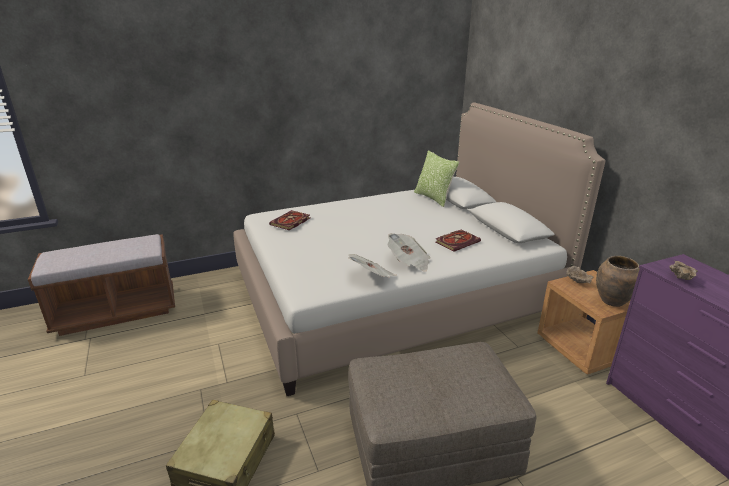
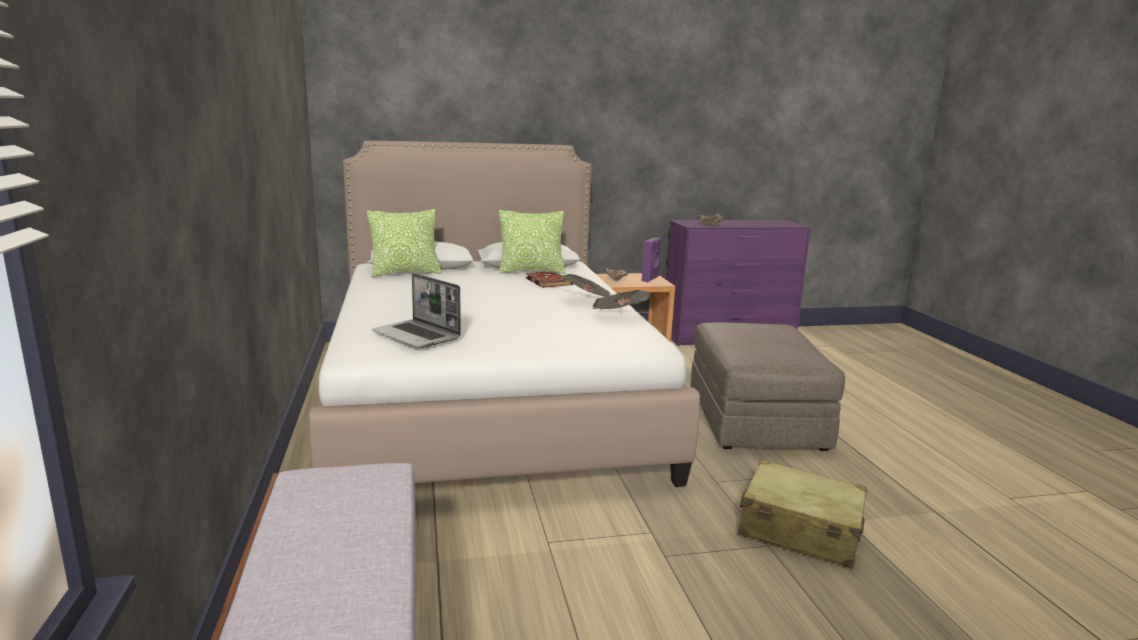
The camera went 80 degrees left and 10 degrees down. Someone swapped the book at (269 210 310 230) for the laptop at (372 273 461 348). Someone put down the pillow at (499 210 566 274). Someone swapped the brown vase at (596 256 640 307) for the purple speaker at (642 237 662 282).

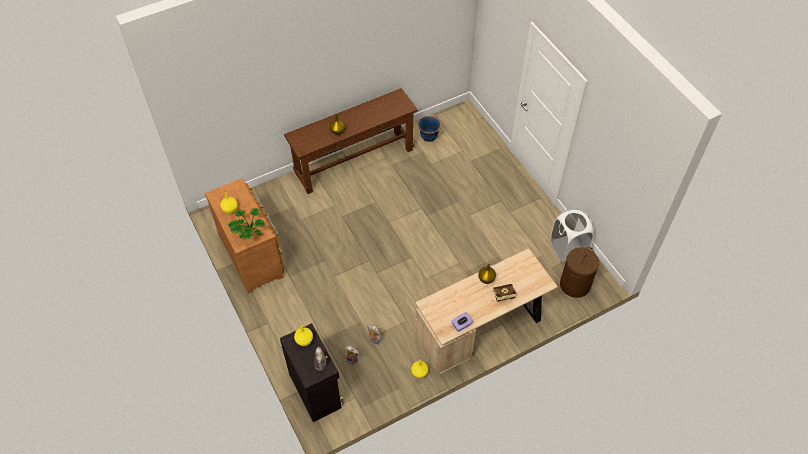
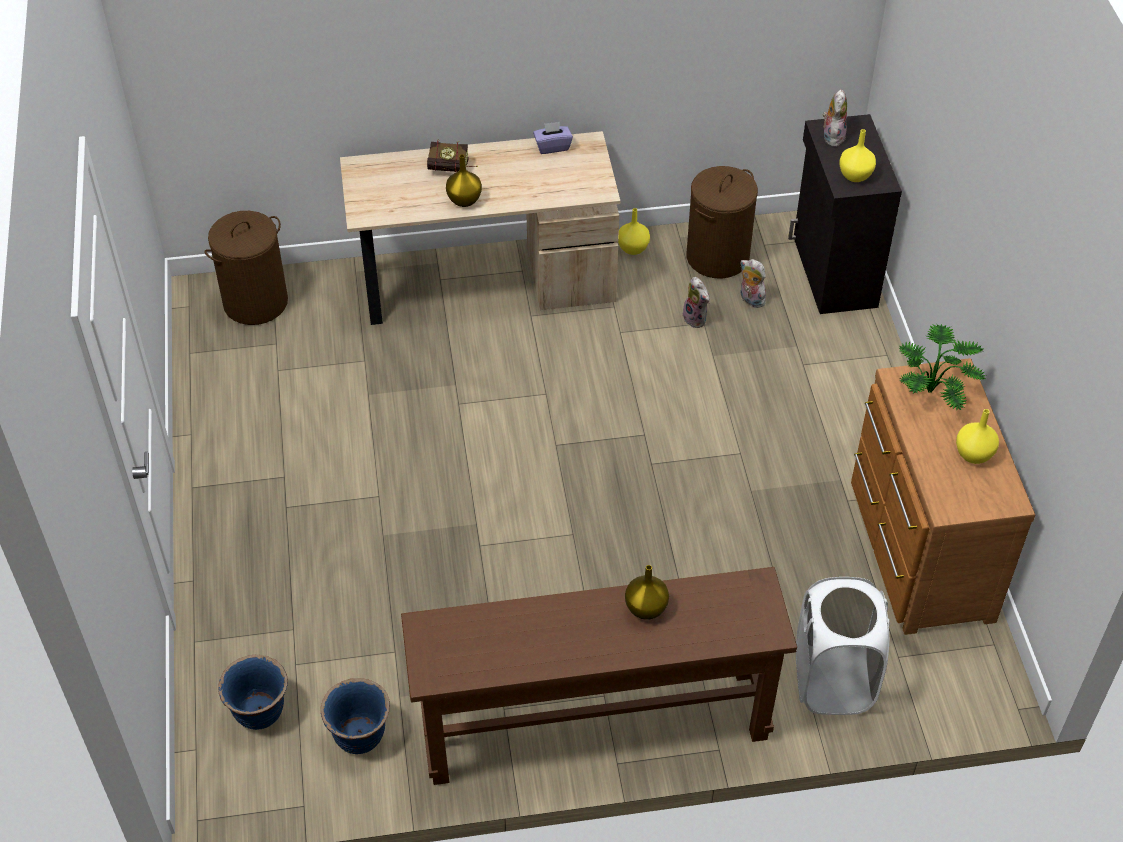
The camera went 160 degrees left and 5 degrees down. Someone put down the blue planter at (218 655 288 730). Someone put down the brown laundry basket at (687 166 758 279). Someone carried the white laundry basket from (550 208 594 263) to (796 577 890 715).

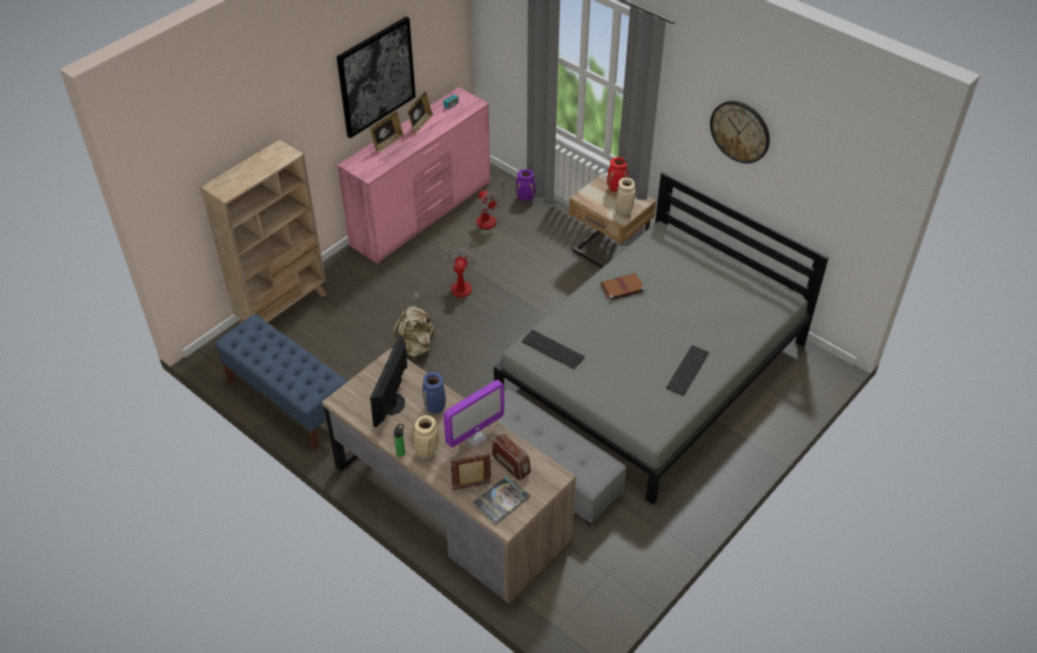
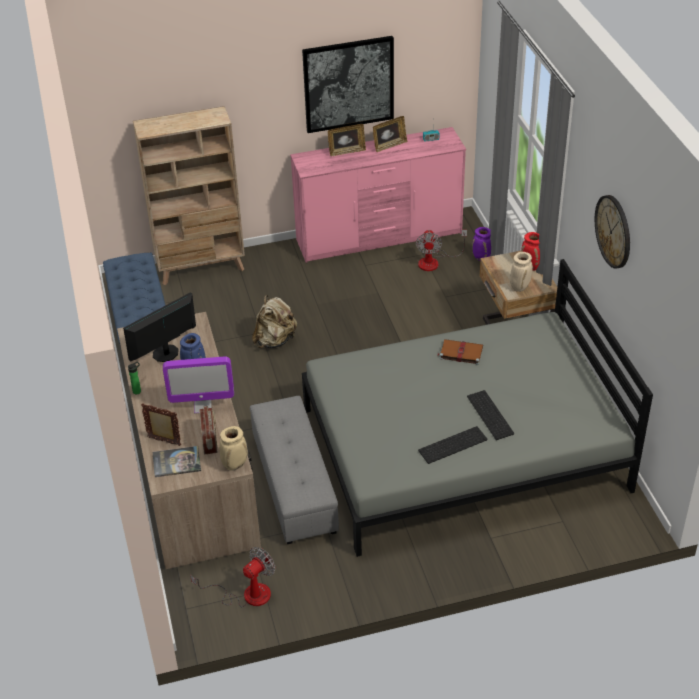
The camera went 35 degrees right and 5 degrees down. Someone carried the fan from (414 249 475 305) to (190 547 275 607). Someone carried the beige vase from (414 415 439 459) to (219 426 248 471). Someone carried the keyboard from (522 330 585 369) to (467 390 514 440).

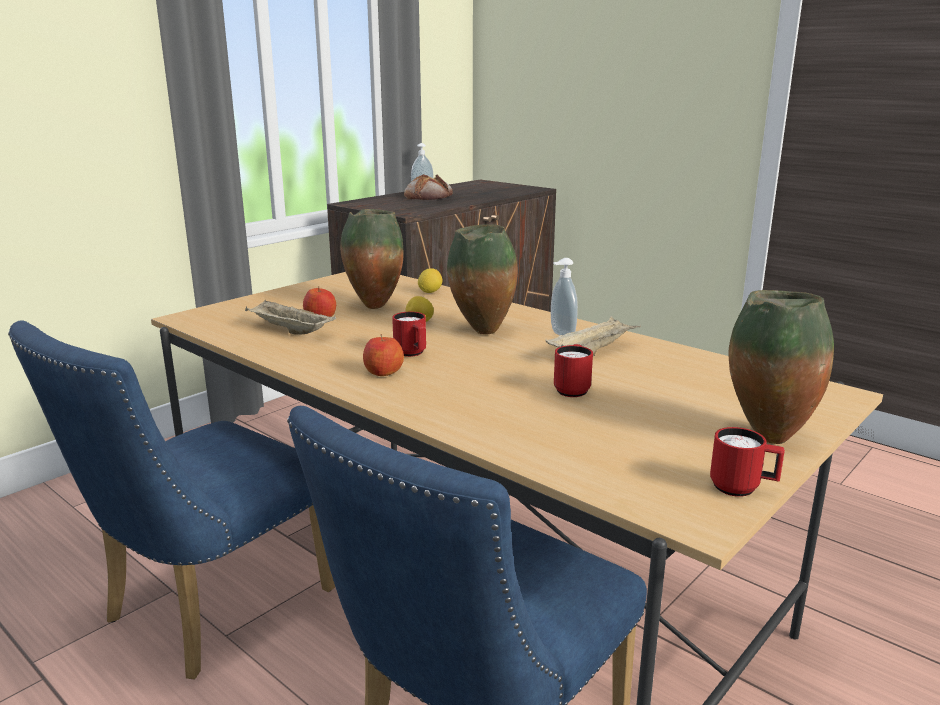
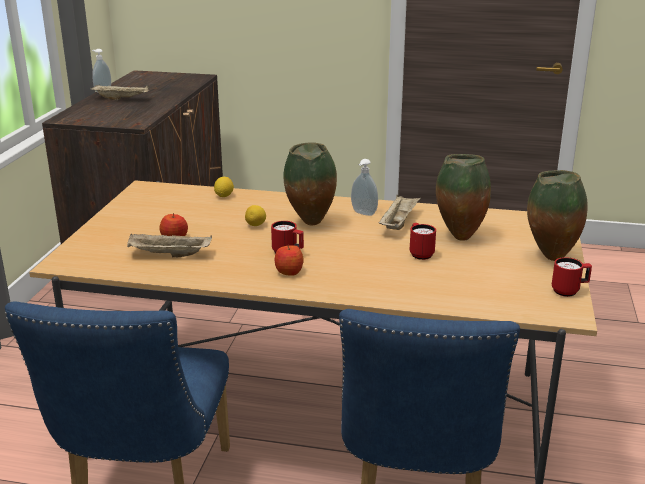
The camera went 30 degrees left and 5 degrees up. Someone swapped the bread at (404 174 453 200) for the beige tray at (91 85 149 100). Someone carried the vase from (340 209 403 309) to (436 154 491 241).

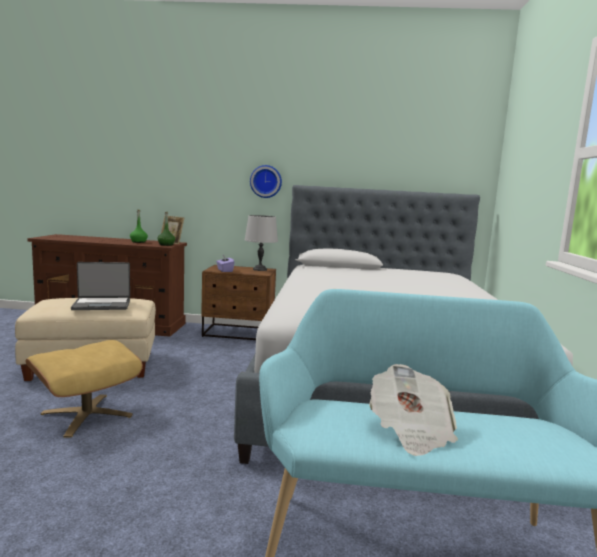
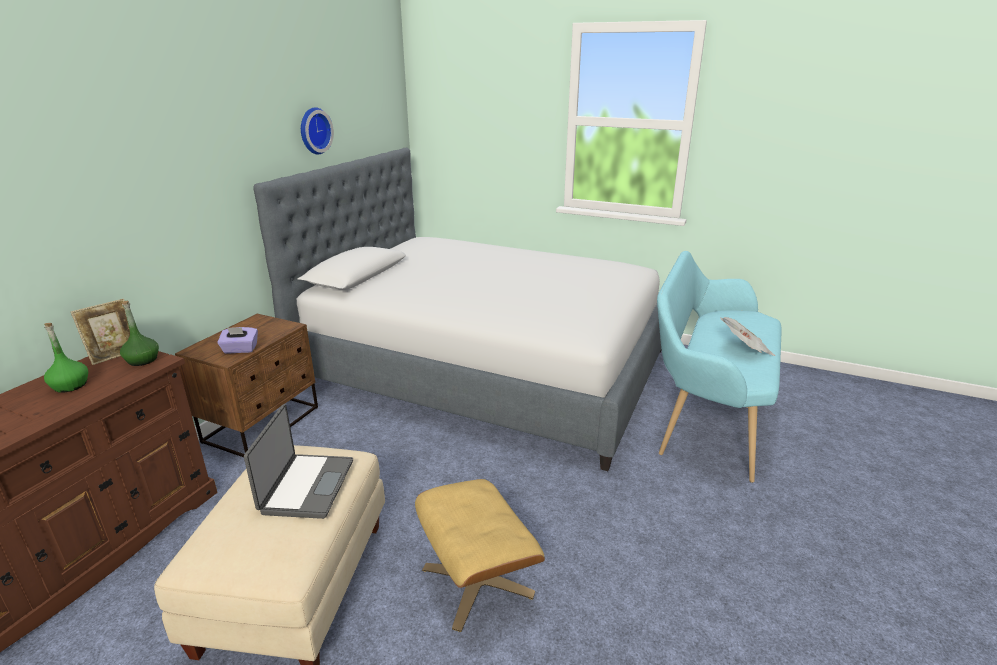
The camera went 70 degrees left and 15 degrees up. Someone carried the wall clock from (250 165 282 198) to (301 107 334 154). Someone took away the grey table lamp at (245 215 278 271).

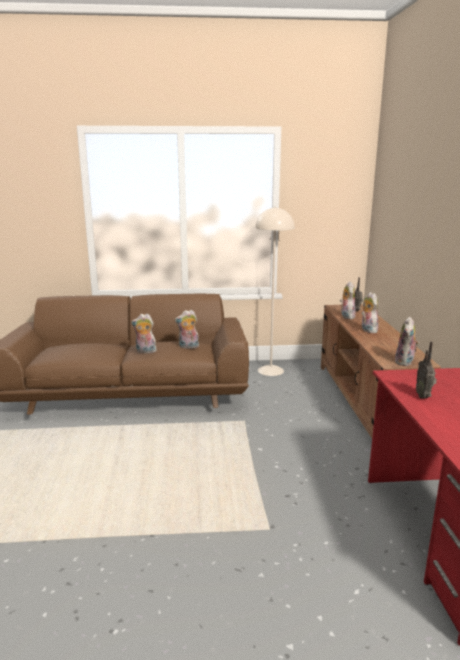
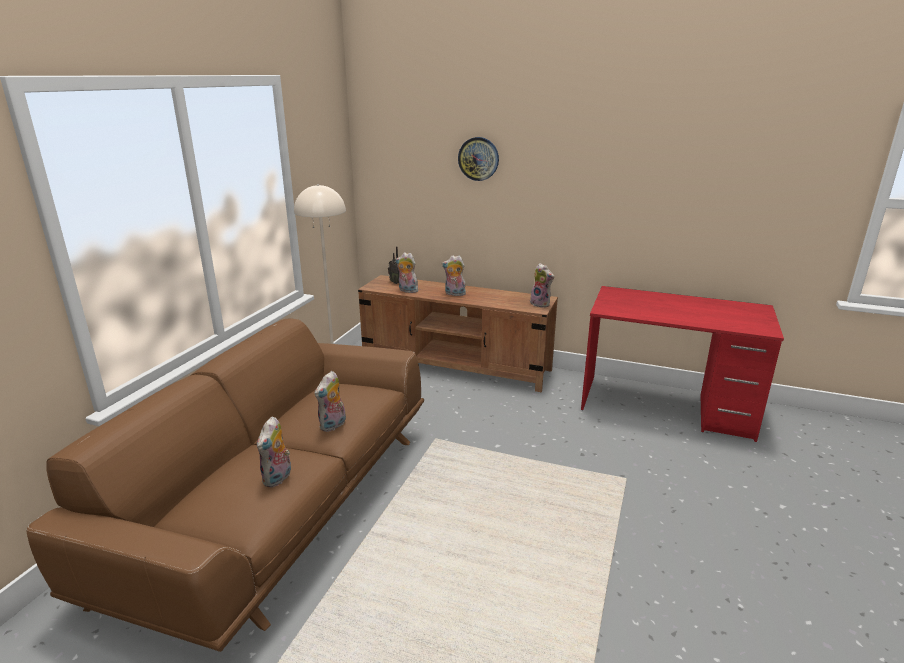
The camera went 65 degrees left and 5 degrees up. Someone carried the plush toy from (175 310 199 349) to (257 417 292 488). Someone put up the wall clock at (458 137 499 181). Someone took away the radio at (416 342 437 399).

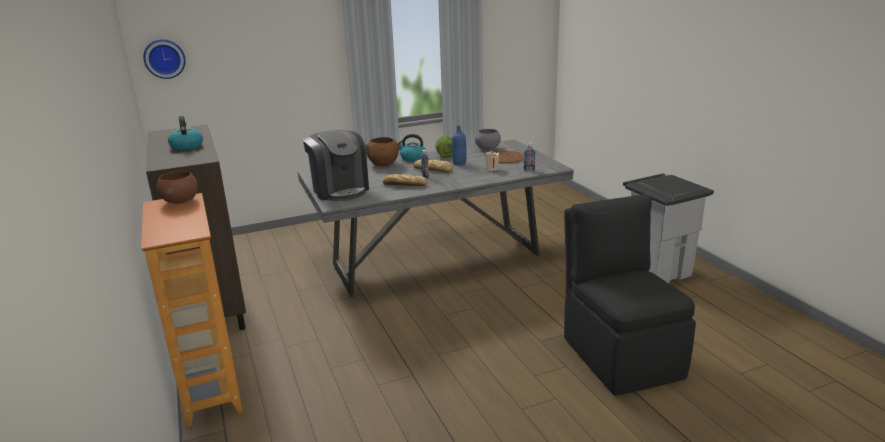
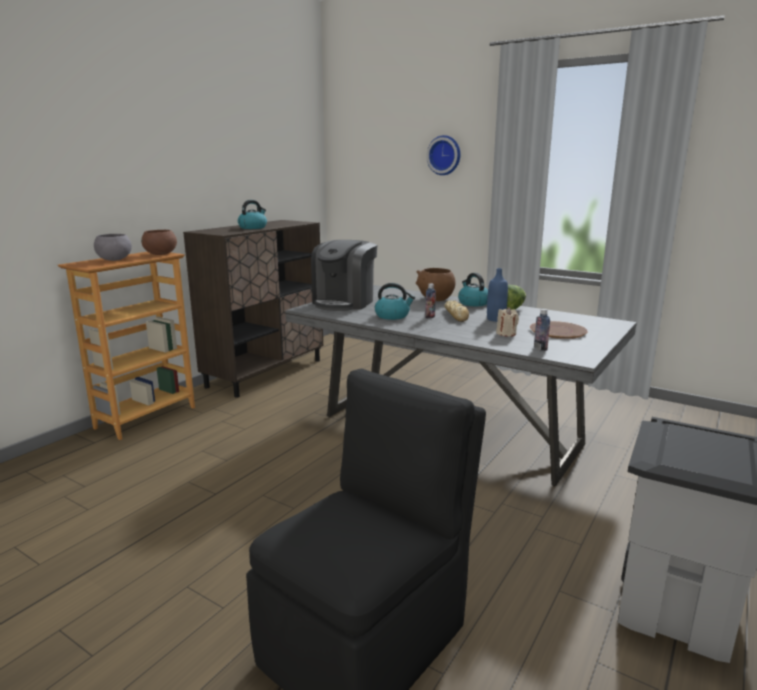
The camera went 55 degrees right and 5 degrees down. Someone carried the grey bowl from (475 129 501 150) to (94 234 132 261). Someone swapped the bread at (383 174 428 186) for the kettle at (375 283 415 320). Someone carried the wall clock from (143 39 186 79) to (426 135 460 175).

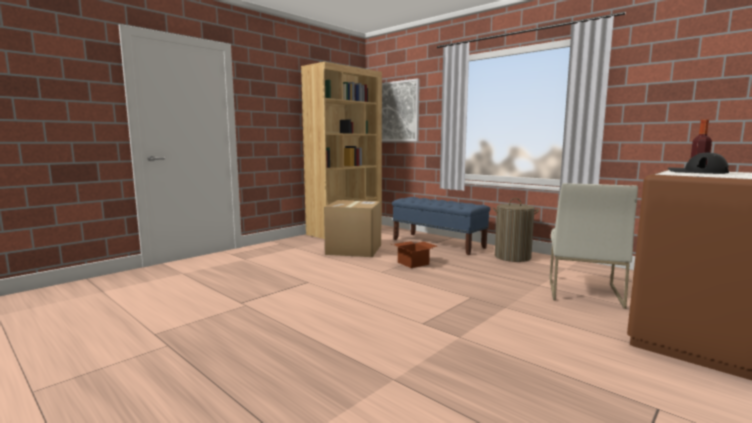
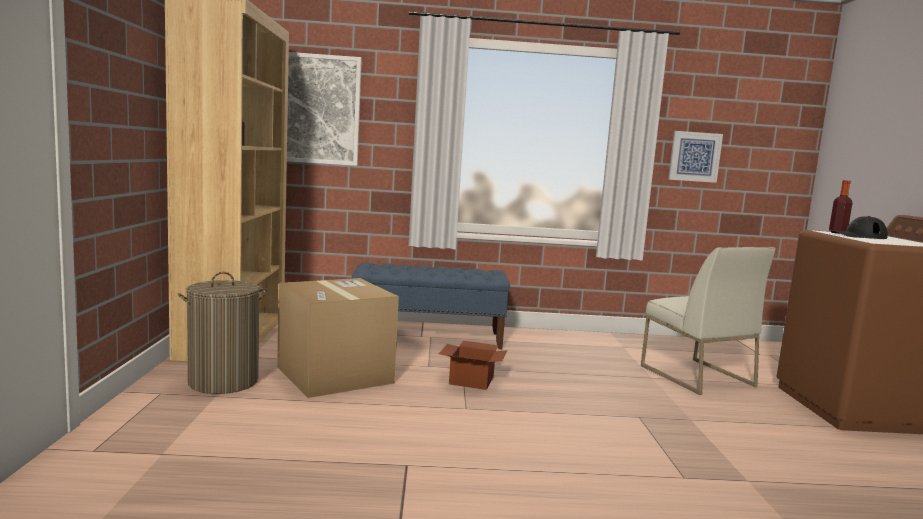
The camera went 45 degrees left and 0 degrees up. Someone carried the laundry basket from (492 198 539 262) to (178 272 267 394). Someone put up the picture at (668 131 723 183).

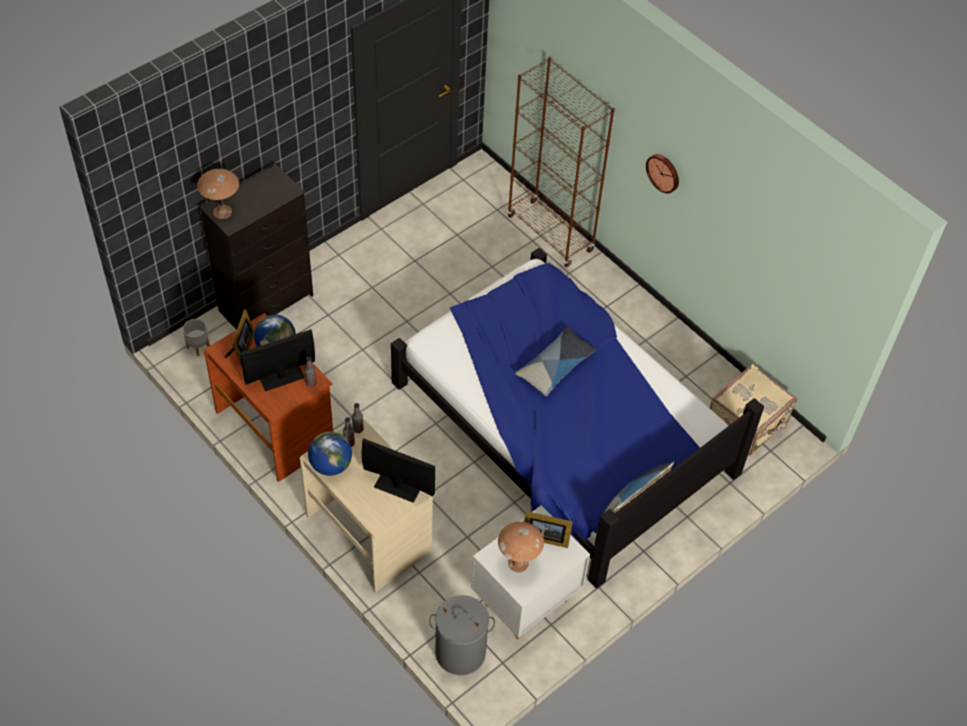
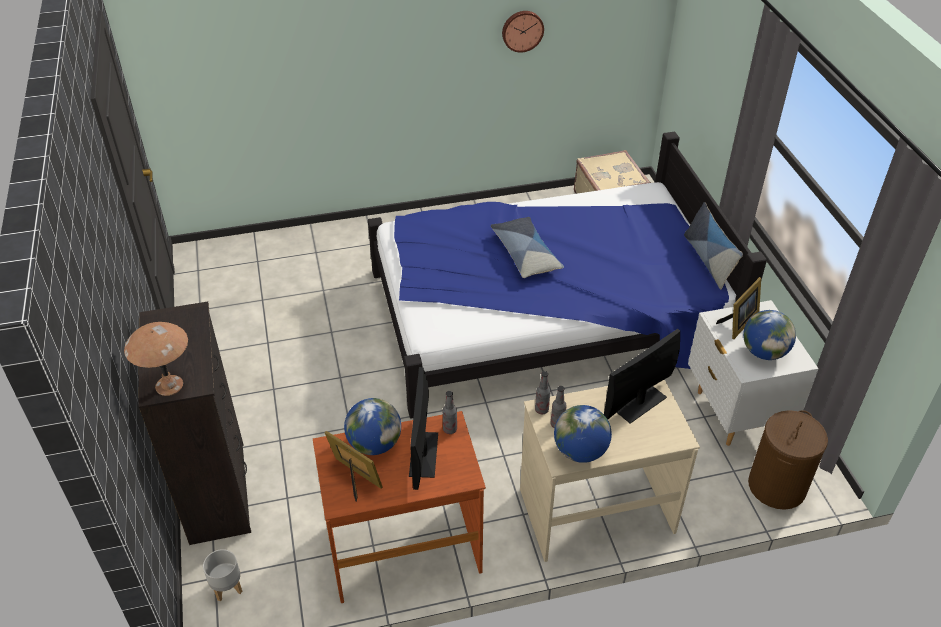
The camera went 60 degrees left and 10 degrees down. Someone carried the wall clock from (646 154 679 194) to (502 11 544 53). Someone swapped the brown table lamp at (498 522 544 573) for the globe at (743 310 796 360). Someone repainted the grey laundry basket at (429 595 495 675), which became the brown laundry basket at (748 410 828 510). Someone took away the brown bookcase at (507 57 615 267).

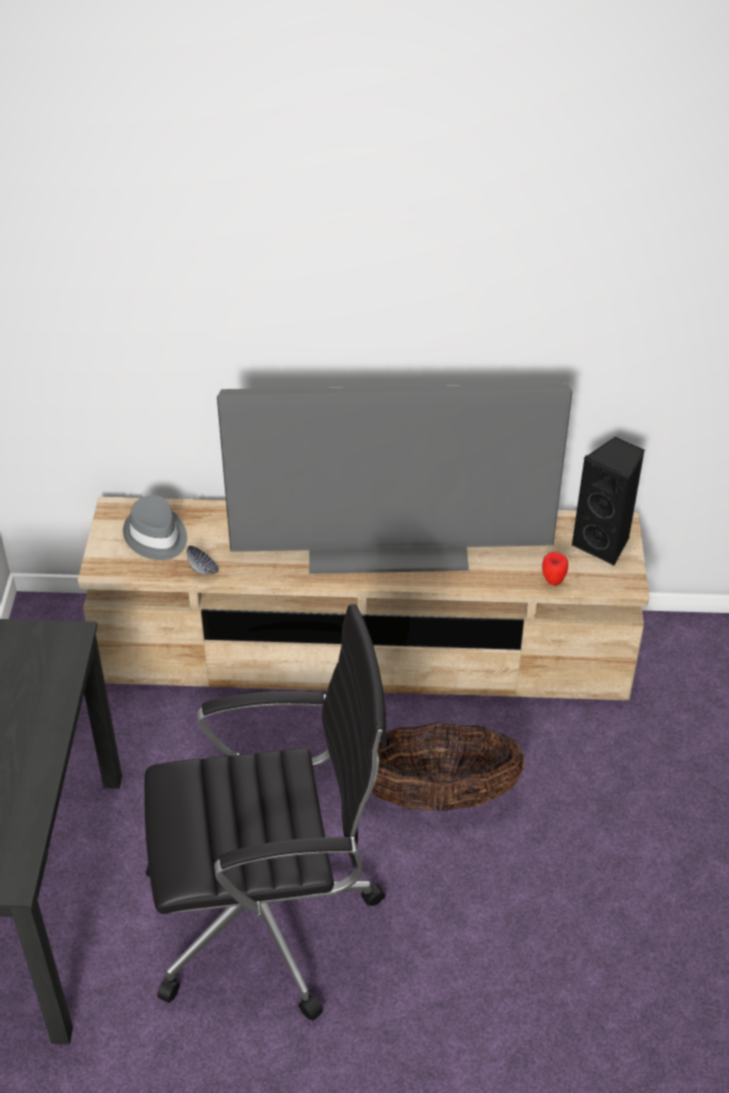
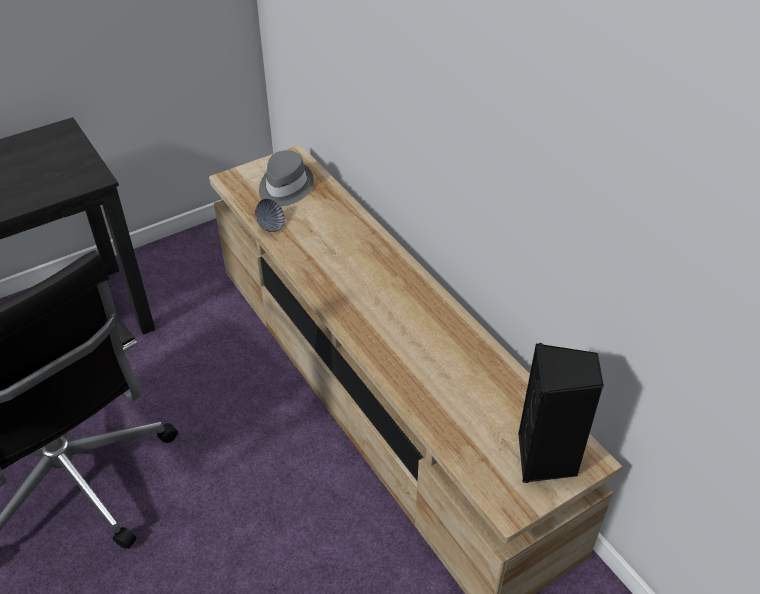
The camera went 55 degrees right and 0 degrees up. Someone took away the television at (217 383 573 574). Someone took away the basket at (371 722 524 812). Someone took away the apple at (542 552 568 585).

